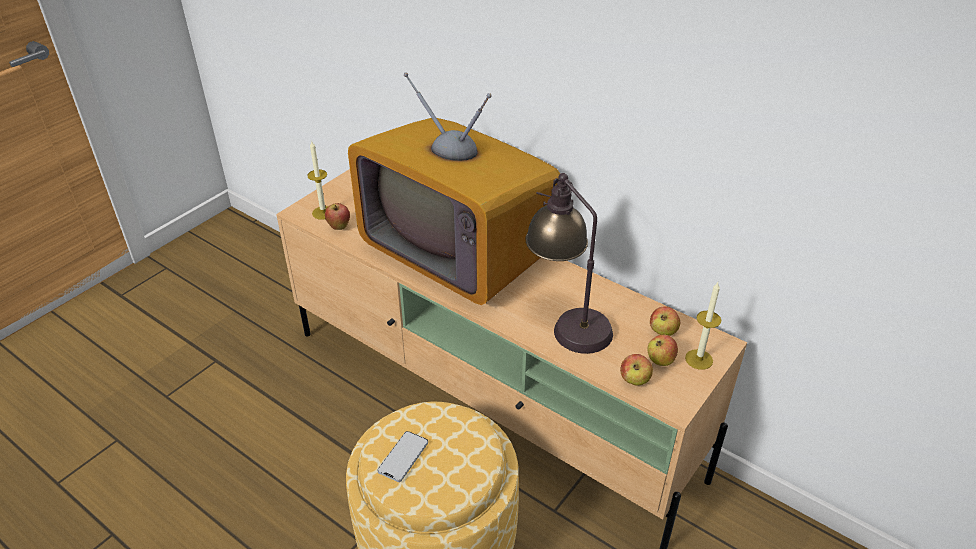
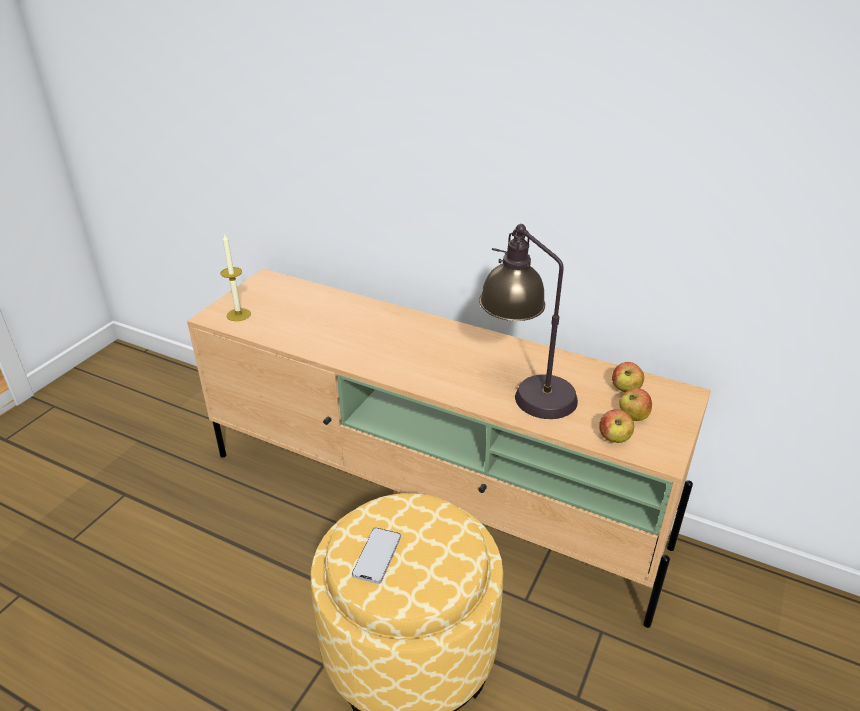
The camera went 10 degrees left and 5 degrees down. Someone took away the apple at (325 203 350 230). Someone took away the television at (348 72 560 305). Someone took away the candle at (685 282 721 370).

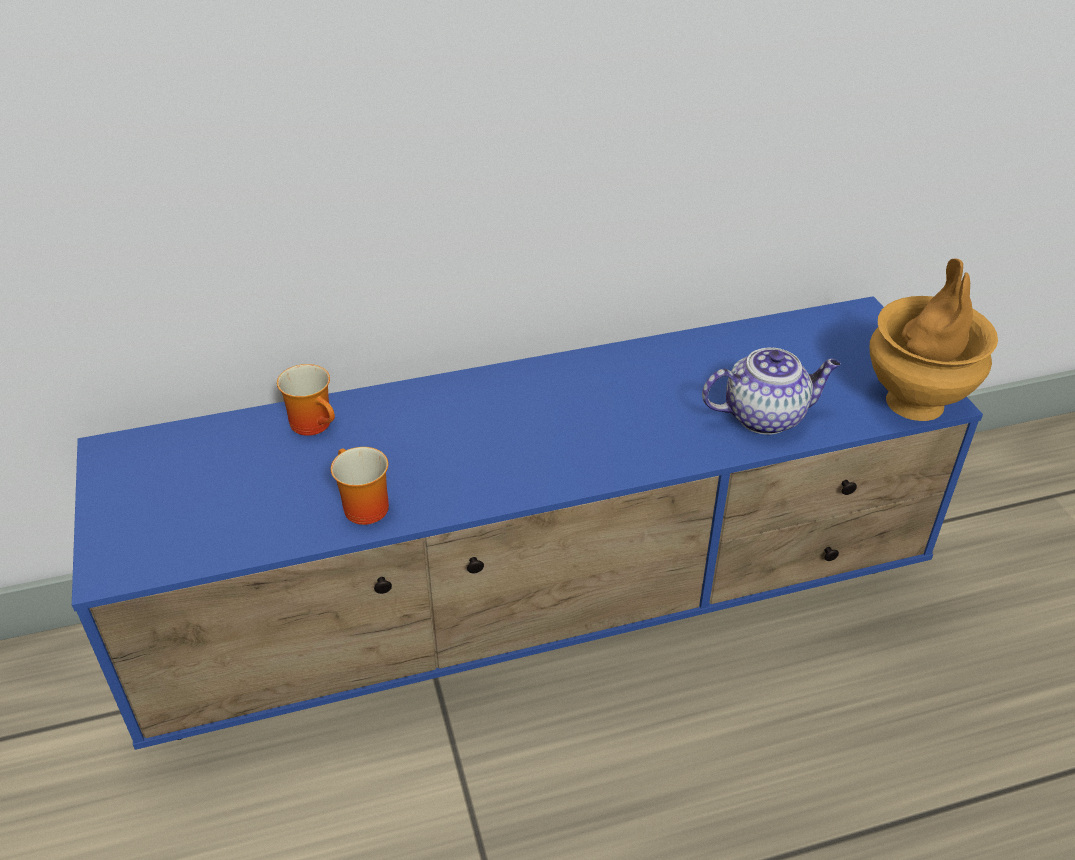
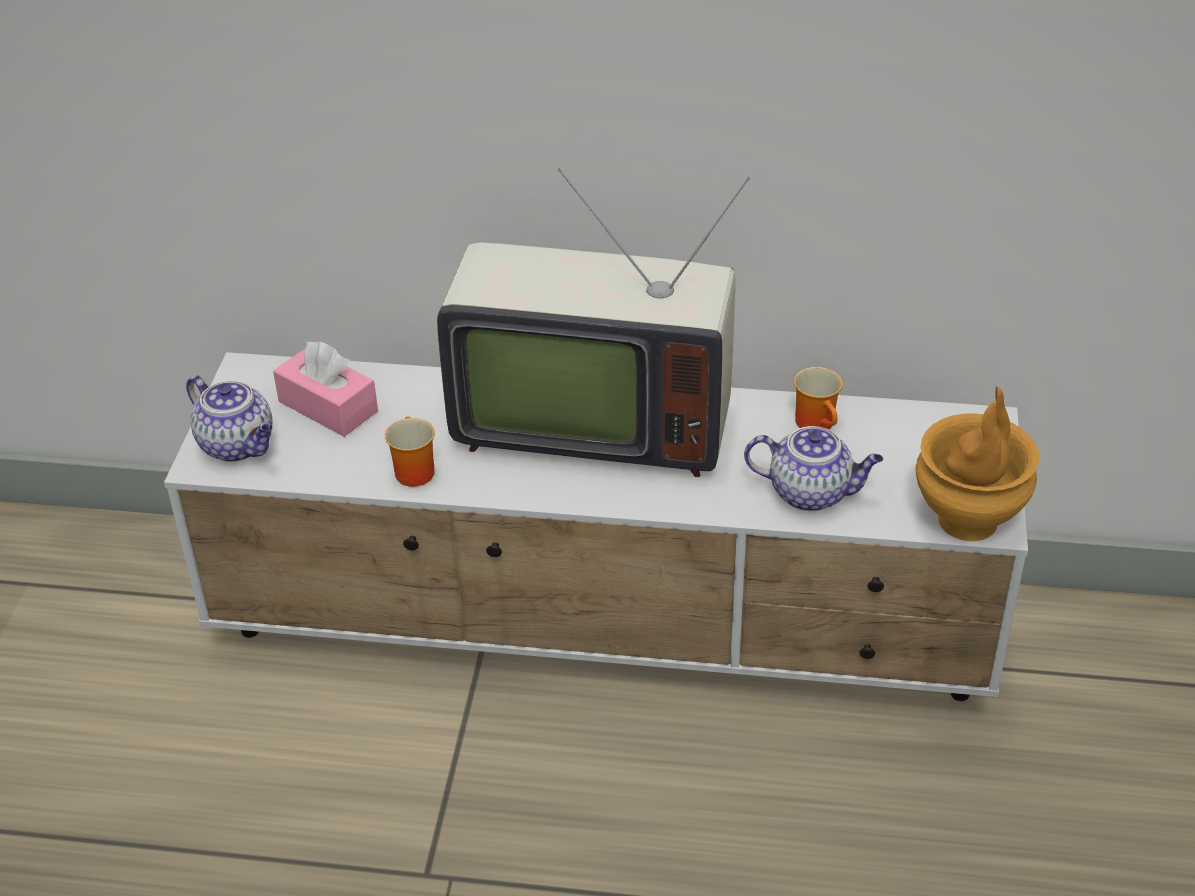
The camera went 25 degrees right and 0 degrees up. Someone repainted the blue tv stand at (72 296 983 750), which became the white tv stand at (164 352 1028 701). Someone put down the teapot at (186 375 273 462). Someone put down the pink tissue box at (273 341 378 437). Someone put down the television at (437 168 750 477). Someone carried the mug from (277 364 335 436) to (794 367 843 429).

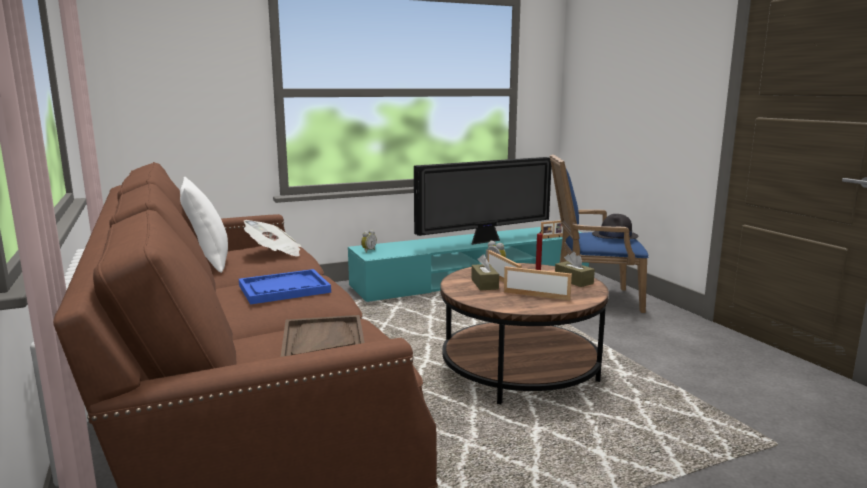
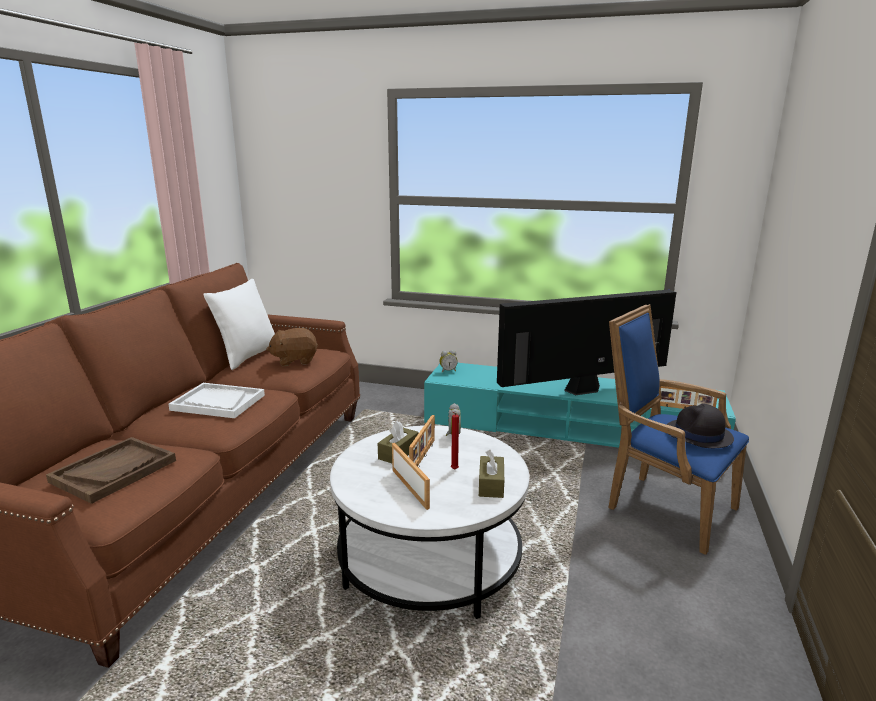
The camera went 40 degrees right and 5 degrees up. Someone repainted the blue tray at (239 269 331 304), which became the white tray at (168 383 265 418). Someone swapped the newspaper at (244 220 301 257) for the brown plush toy at (266 328 318 366). Someone repainted the brown coffee table at (440 263 609 404), which became the white coffee table at (330 425 529 619). Someone rotated the television at (414 157 551 245) by 150 degrees clockwise.

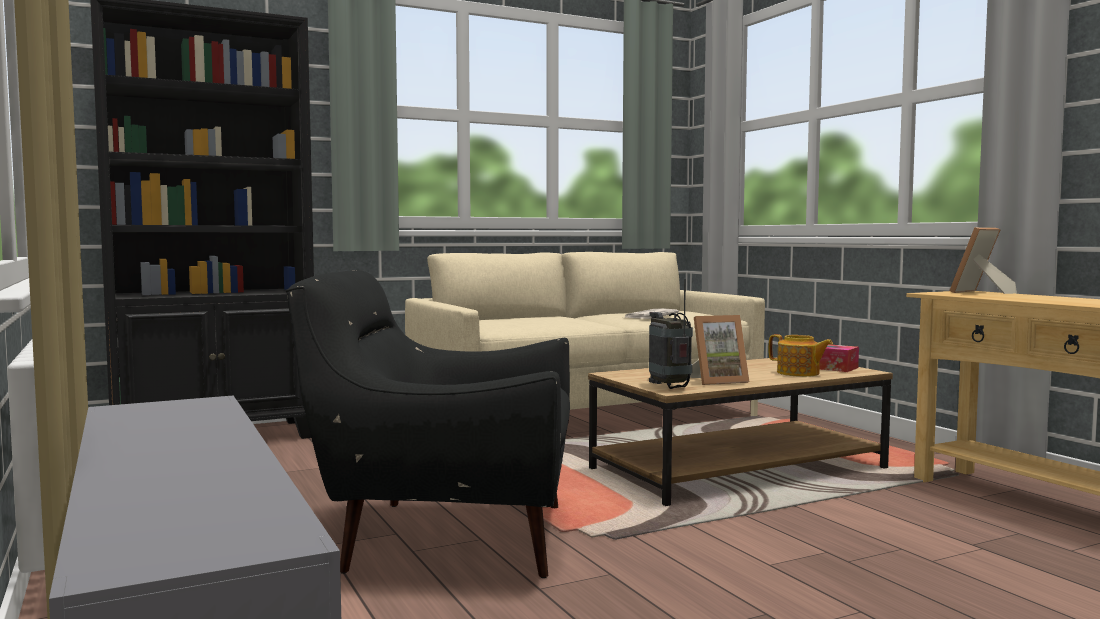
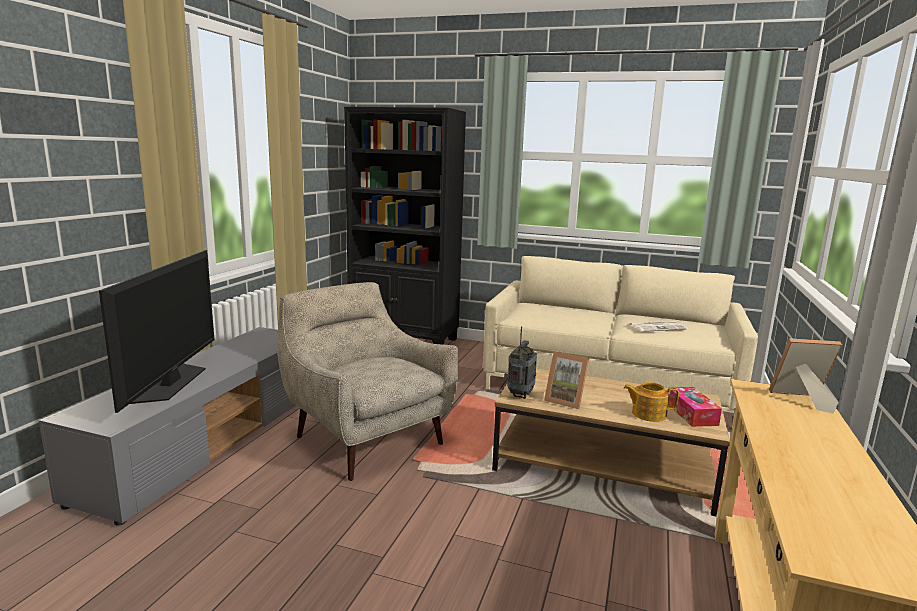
The camera went 45 degrees right and 10 degrees up. Someone put down the television at (99 250 215 413). Someone repainted the black armchair at (286 270 570 578), which became the beige armchair at (277 282 458 481). Someone rotated the teapot at (769 334 833 377) by 105 degrees clockwise.

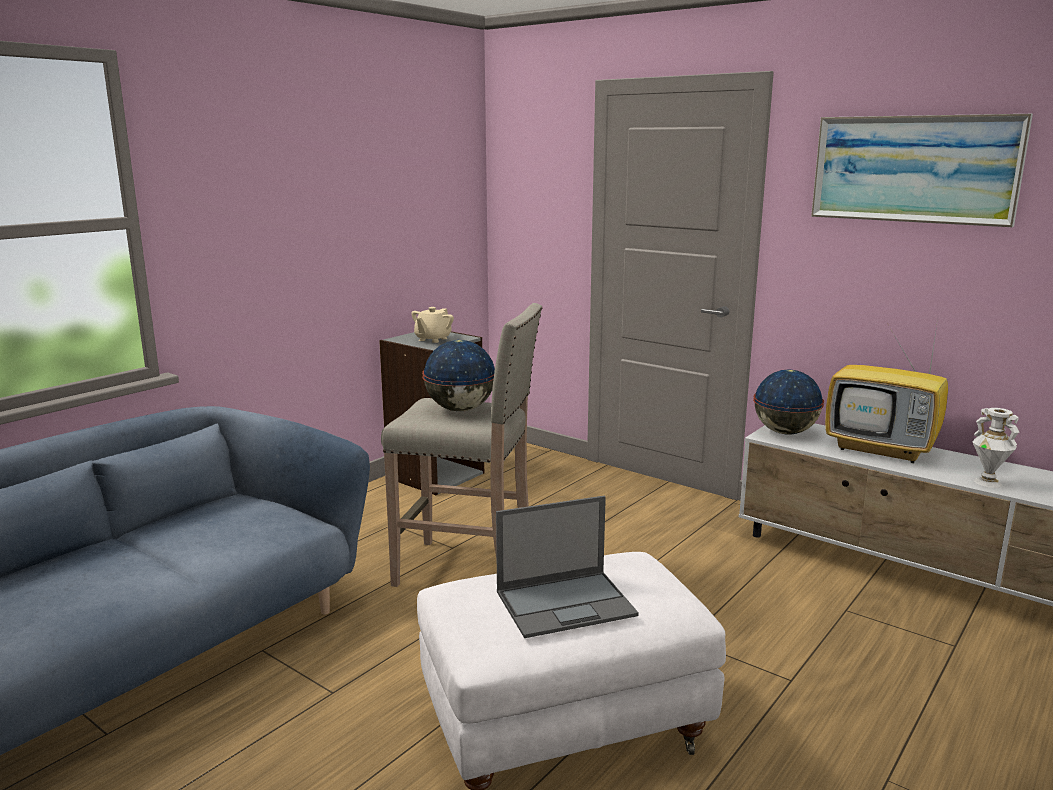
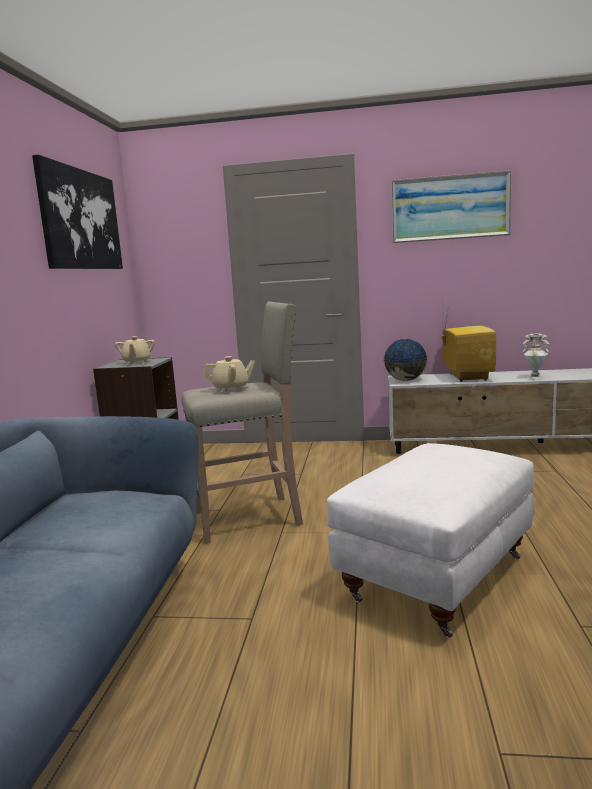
The camera went 30 degrees left and 5 degrees down. Someone put up the picture at (32 154 123 269). Someone swapped the globe at (422 340 495 411) for the beige teapot at (204 356 255 392). Someone rotated the television at (825 319 948 463) by 90 degrees counterclockwise. Someone took away the laptop at (496 496 639 638).

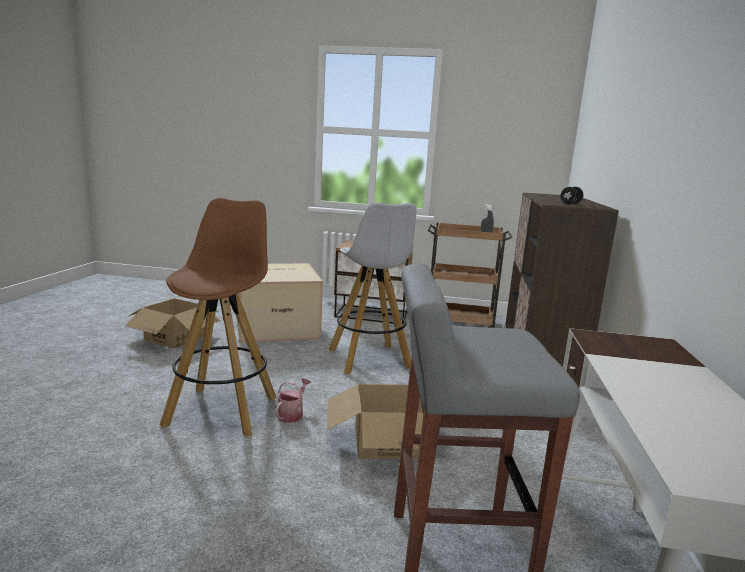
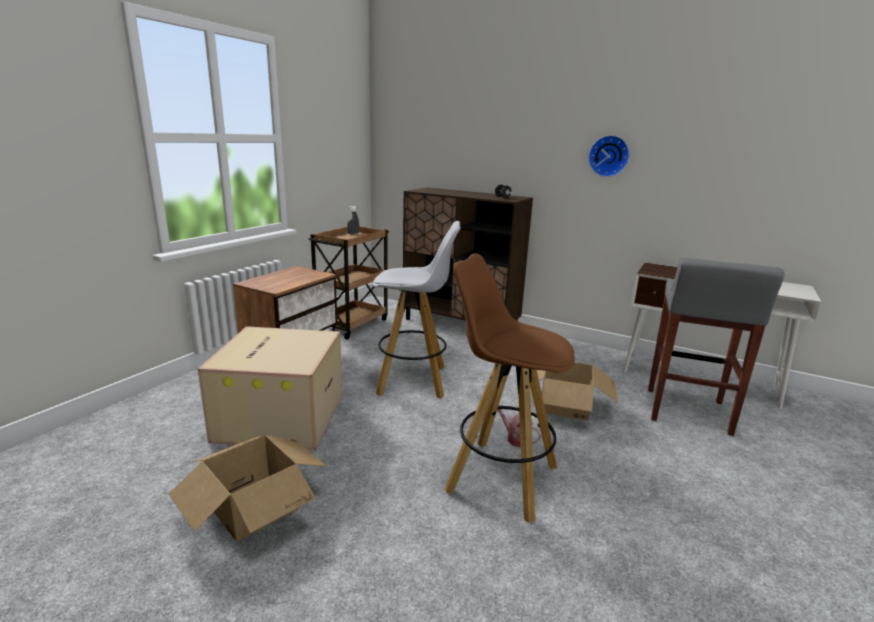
The camera went 70 degrees left and 5 degrees up. Someone put up the wall clock at (588 135 630 177).

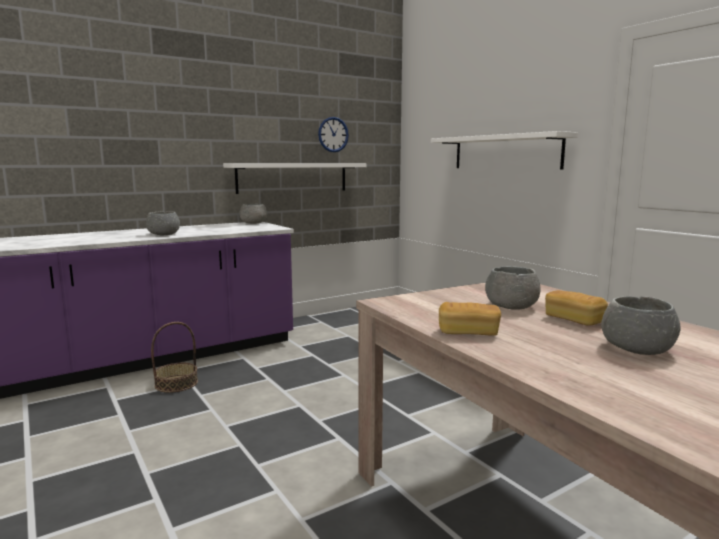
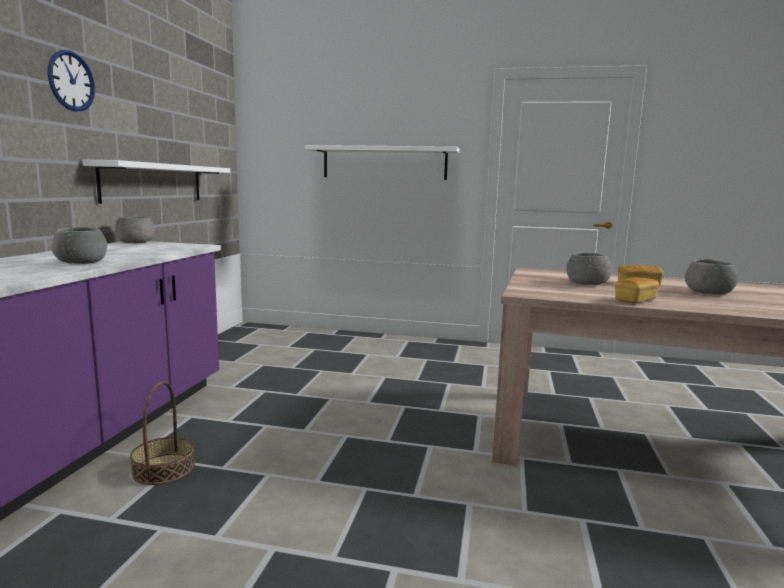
The camera went 45 degrees left and 0 degrees up. Someone carried the wall clock from (318 117 349 152) to (48 50 95 111).

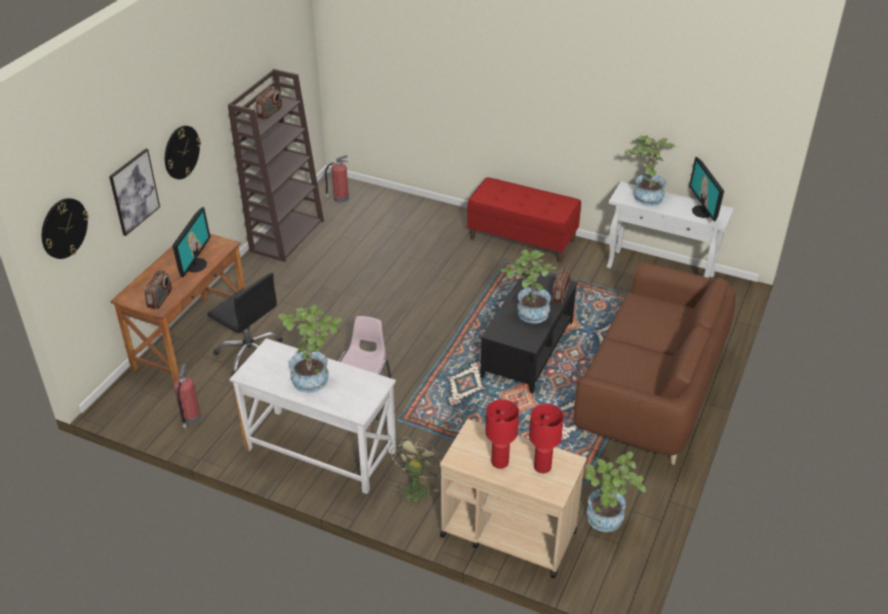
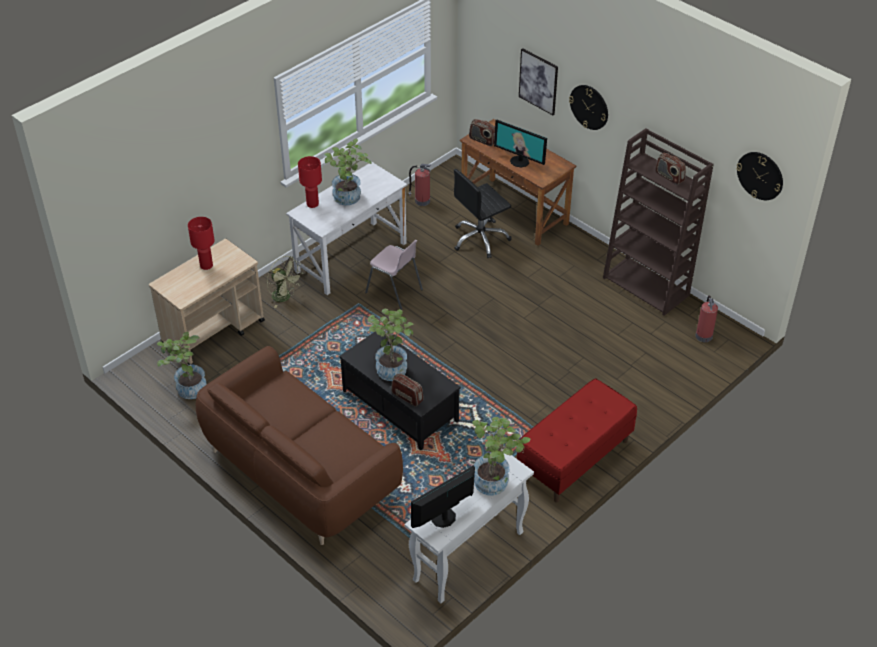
The camera went 110 degrees right and 5 degrees up. Someone carried the red table lamp from (529 404 564 473) to (298 156 322 208). Someone rotated the monitor at (689 157 724 221) by 45 degrees counterclockwise. Someone carried the wall clock from (42 198 89 259) to (736 152 783 200).

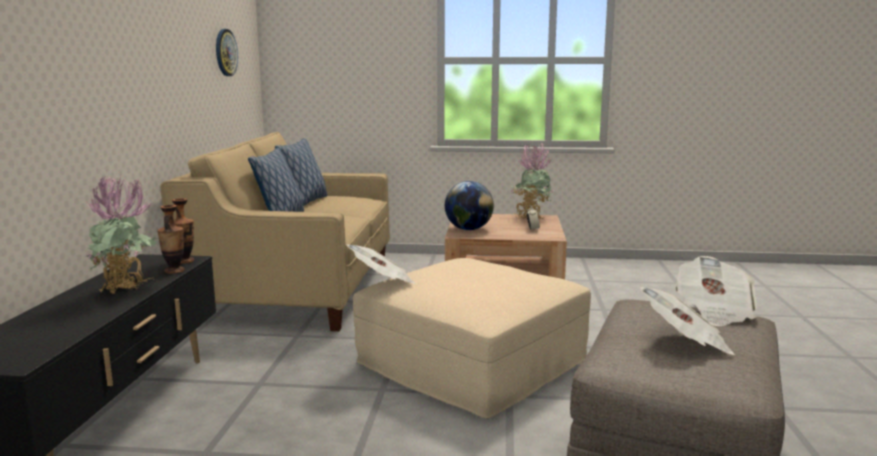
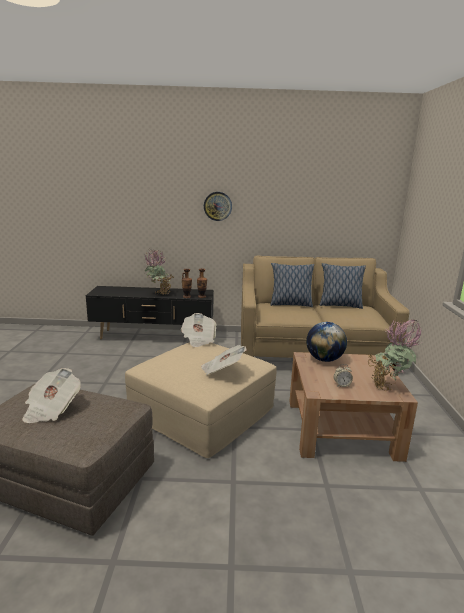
The camera went 85 degrees right and 5 degrees up. Someone carried the newspaper from (675 256 757 326) to (201 345 247 375). Someone carried the wall clock from (216 29 238 76) to (204 192 232 221).

